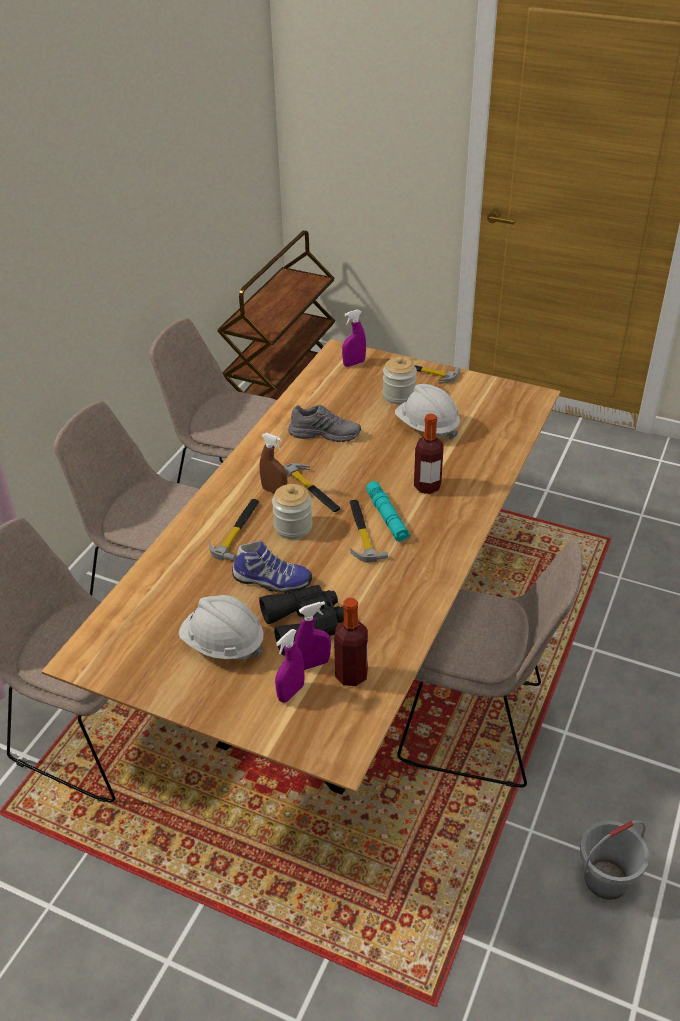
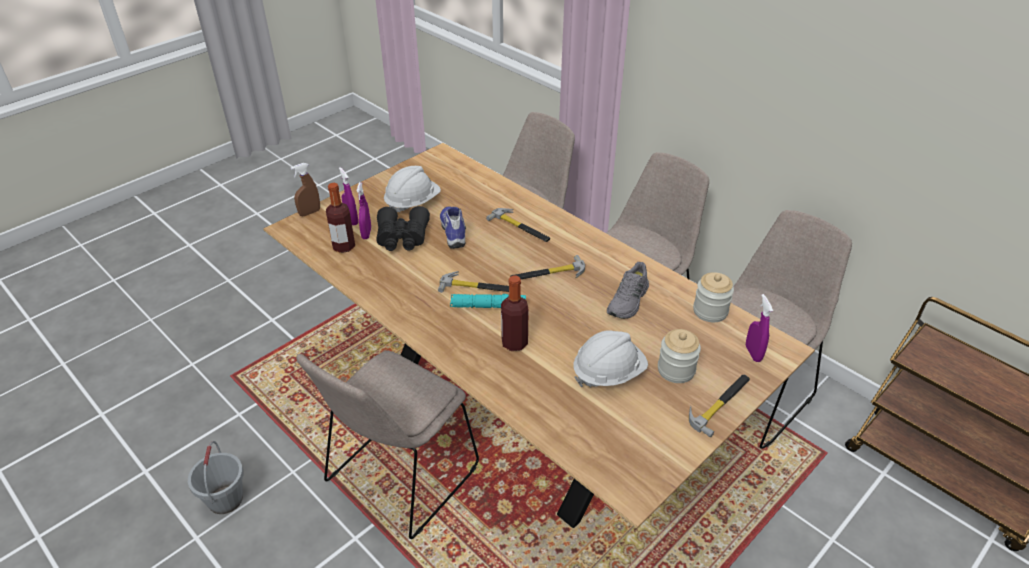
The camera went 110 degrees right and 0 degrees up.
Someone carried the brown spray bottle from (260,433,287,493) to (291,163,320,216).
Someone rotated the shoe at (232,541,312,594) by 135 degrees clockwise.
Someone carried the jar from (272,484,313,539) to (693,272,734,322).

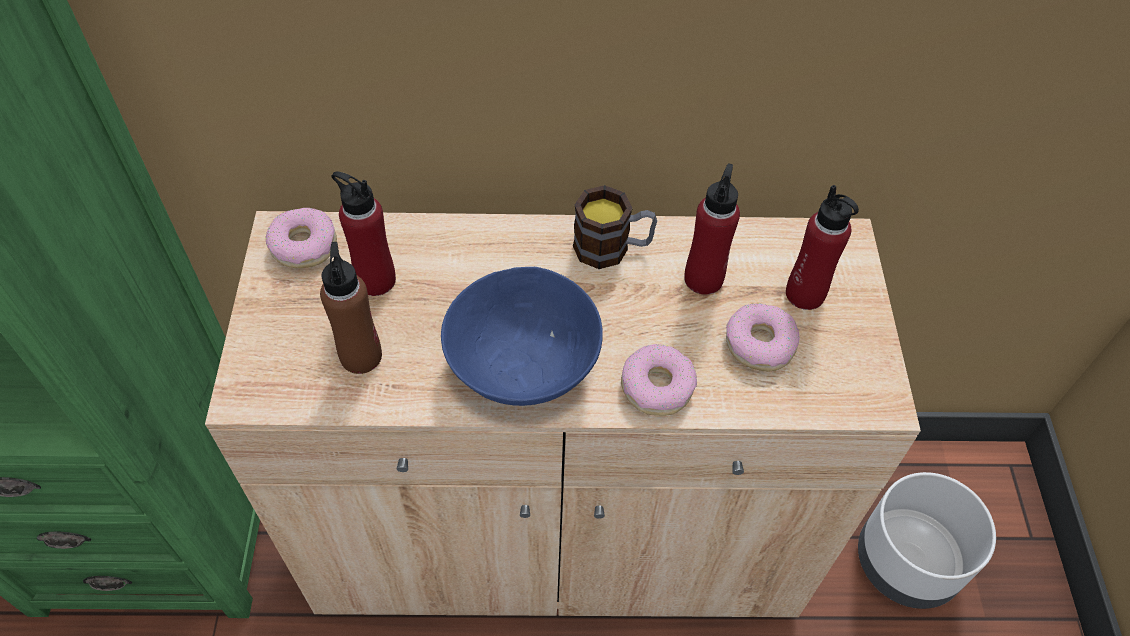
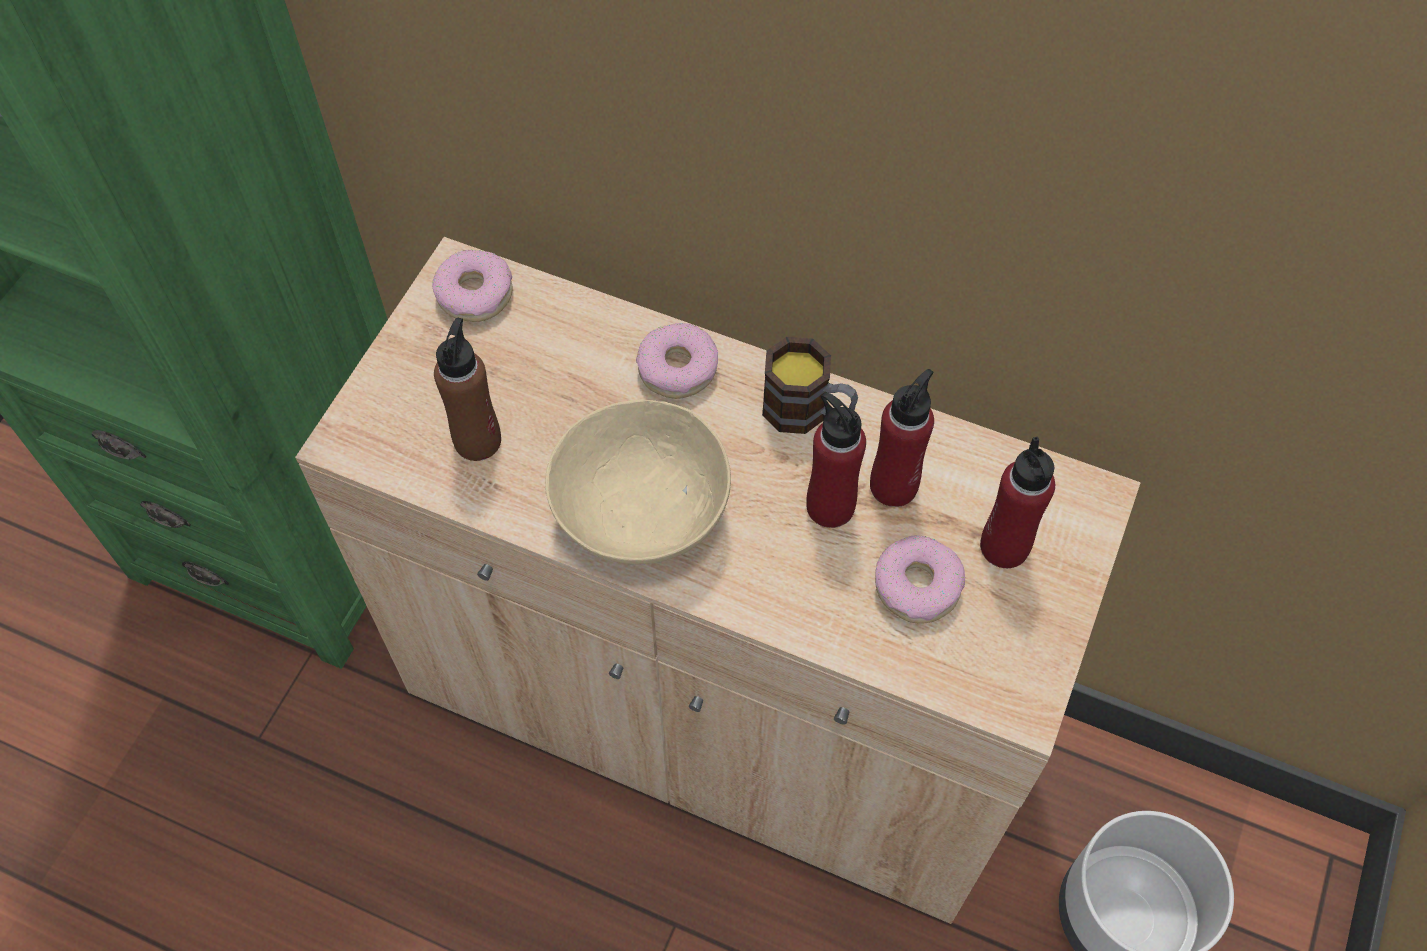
The camera went 25 degrees right and 5 degrees up.
Someone repainted the blue bowl at (441,267,603,406), which became the beige bowl at (545,399,731,564).
Someone carried the donut from (621,344,697,416) to (636,323,718,399).
Someone carried the red bottle from (331,172,396,296) to (806,392,866,528).

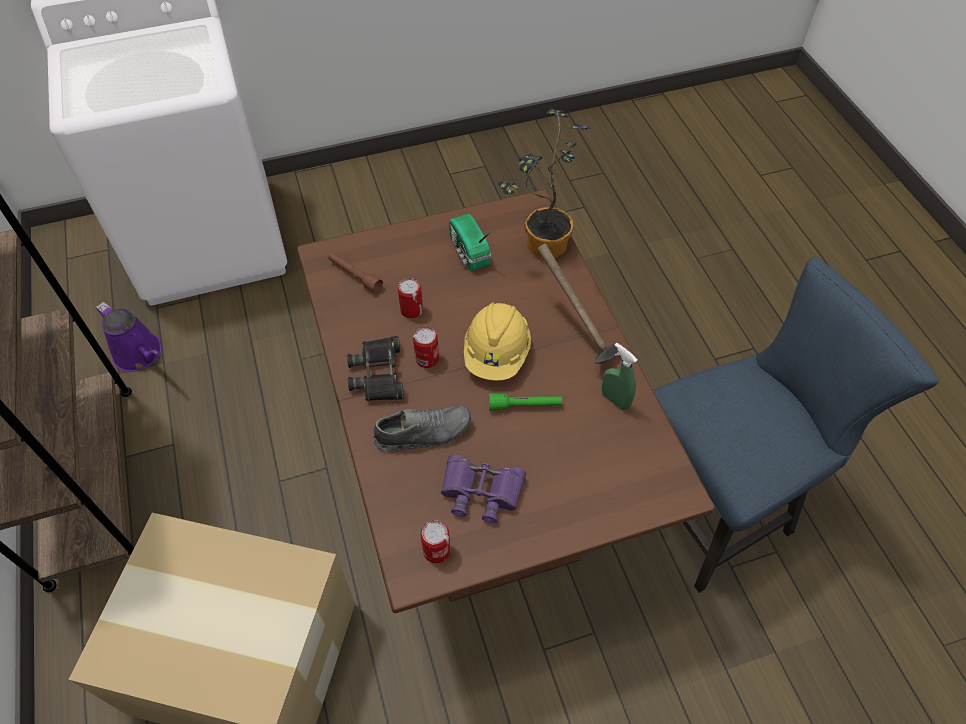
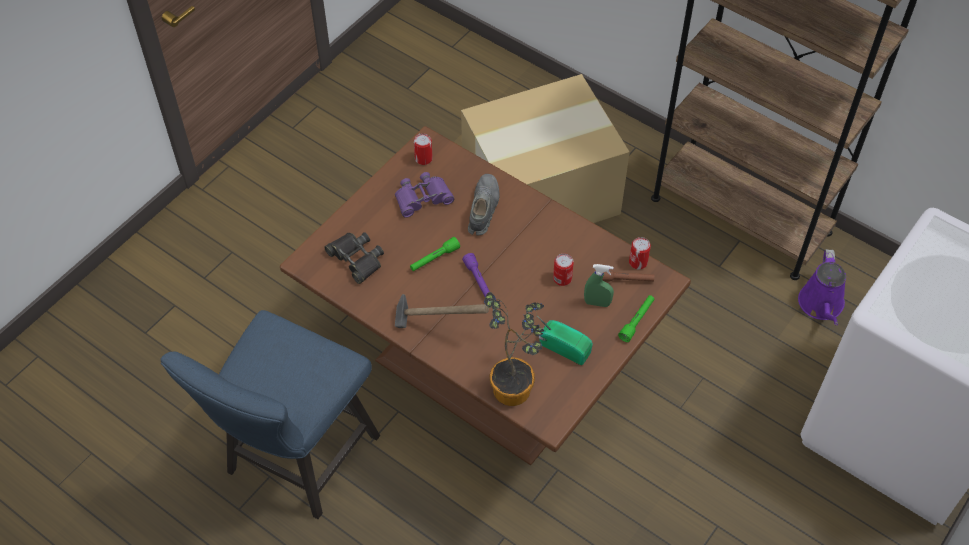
The camera went 145 degrees right and 0 degrees up.
Someone carried the black binoculars from (347,336,404,401) to (324,232,384,284).
Someone swapped the yellow hard hat at (464,302,531,381) for the purple flashlight at (462,253,490,296).
Someone rotated the grey shoe at (374,406,471,452) by 150 degrees clockwise.
Someone carried the green spray bottle from (602,343,637,410) to (584,264,614,307).
Someone put down the green flashlight at (618,295,655,342).
Someone carried the can from (413,327,439,368) to (629,237,651,269).
Someone rotated the purple watering can at (96,302,161,372) by 90 degrees counterclockwise.

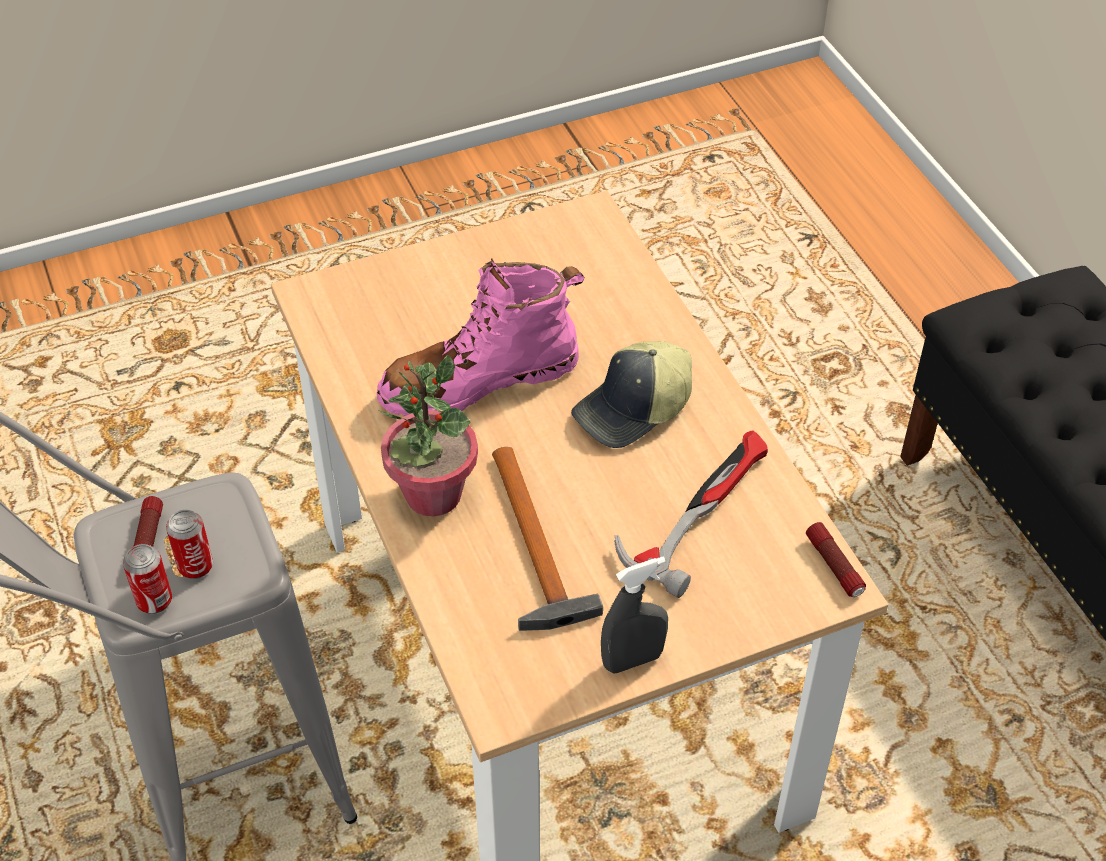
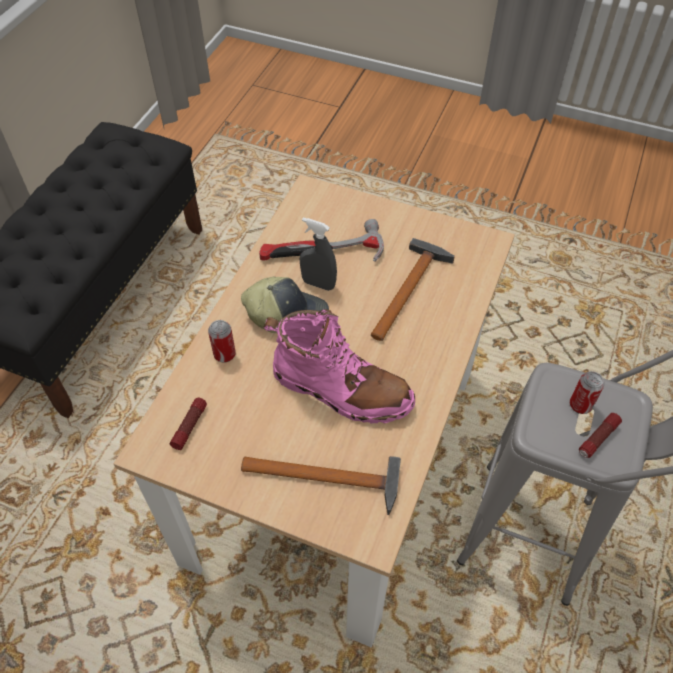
The camera went 135 degrees left and 5 degrees up.
Someone carried the flashlight from (806,522,866,597) to (170,398,207,450).
Someone carried the can from (123,544,172,614) to (208,320,236,363).
Someone put down the hammer at (241,456,401,515).
Someone carried the grey spray bottle from (601,557,668,673) to (300,217,337,291).
Someone took away the potted plant at (378,355,478,516).

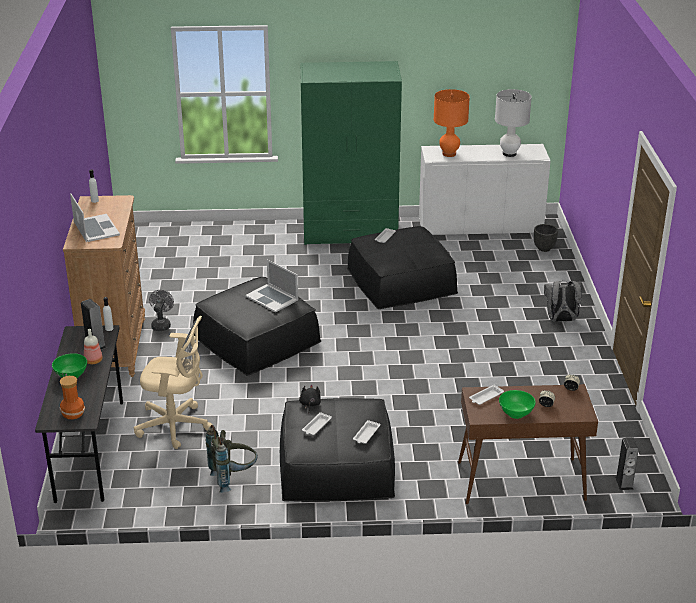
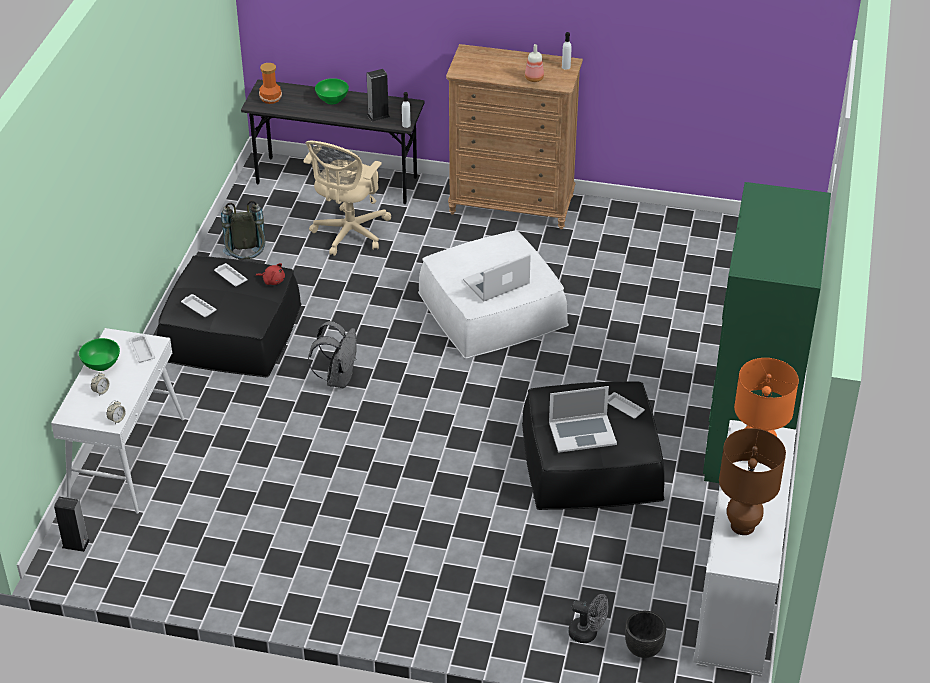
The camera went 105 degrees right and 10 degrees up.
Someone repainted the brown console table at (458,384,598,505), which became the white console table at (51,328,185,514).
Someone repainted the black plush toy at (299,384,321,414), which became the red plush toy at (256,263,285,285).
Someone carried the grey backpack from (544,280,582,322) to (308,321,357,388).
Someone repainted the black ottoman at (193,277,321,376), which became the white ottoman at (418,231,569,359).
Someone carried the bottle from (84,329,102,364) to (525,44,544,82).
Someone carried the laptop from (70,193,120,242) to (549,386,617,453).
Someone carried the grey fan from (149,290,174,331) to (568,594,609,643).
Someone repainted the white table lamp at (495,89,532,157), which became the brown table lamp at (719,428,786,535).

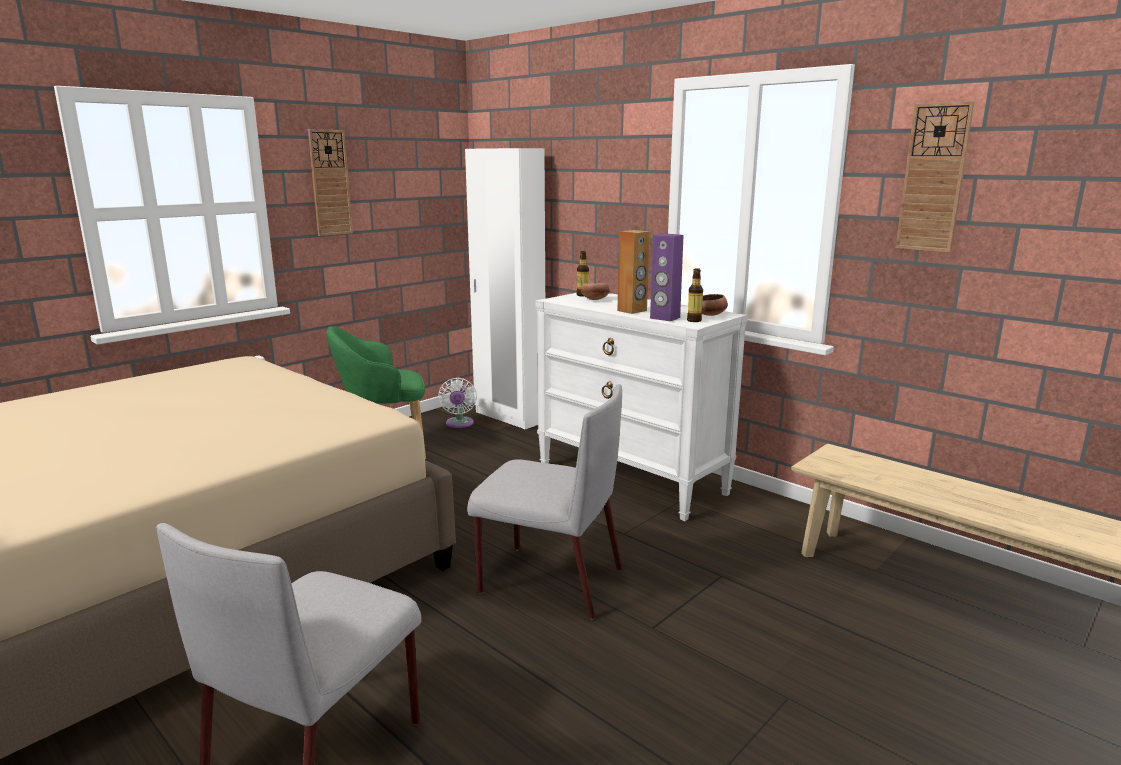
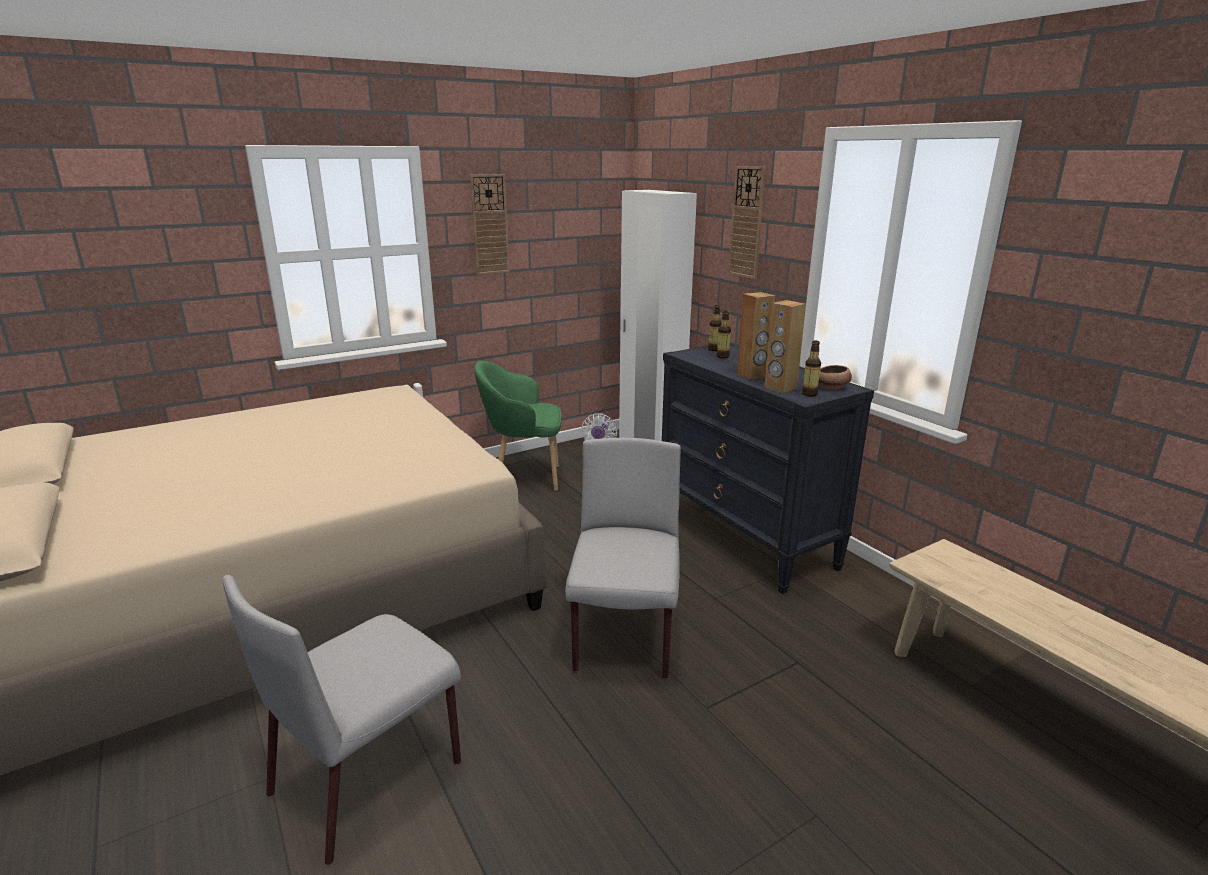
The camera went 15 degrees right and 5 degrees up.
Someone rotated the grey chair at (467,384,622,619) by 120 degrees counterclockwise.
Someone repainted the white dresser at (535,293,748,521), which became the black dresser at (662,344,874,594).
Someone swapped the bowl at (581,283,610,300) for the bottle at (716,311,731,358).
Someone carried the wall clock from (895,101,975,252) to (728,166,766,279).
Someone repainted the purple speaker at (650,233,684,321), which became the brown speaker at (765,300,806,393).

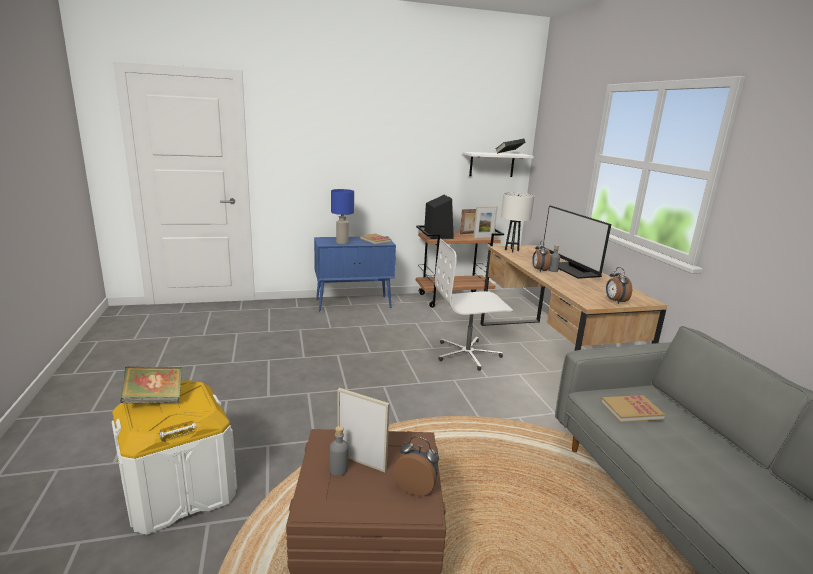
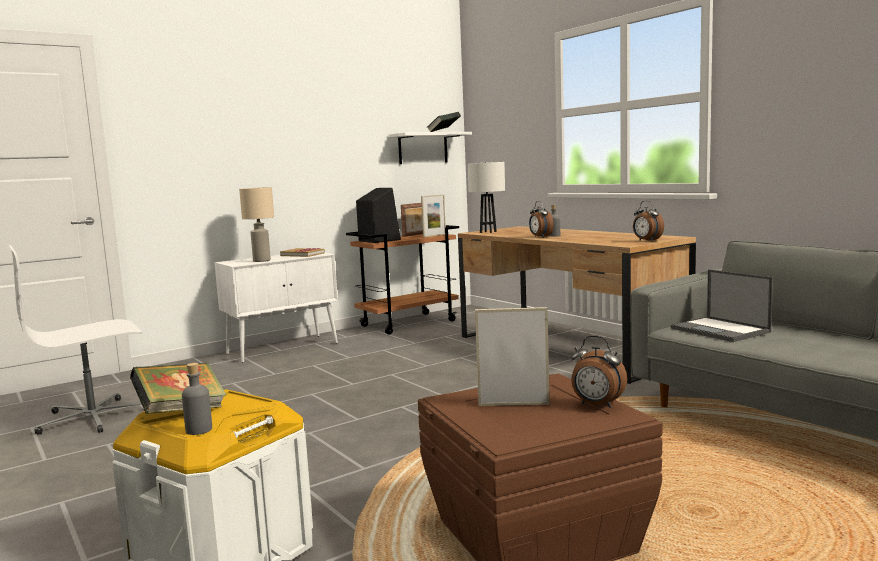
The camera went 20 degrees left and 10 degrees down.
Someone carried the white office chair from (435,238,513,371) to (9,245,144,435).
Someone carried the grey bottle from (330,426,349,476) to (182,363,212,435).
Someone repainted the blue cabinet at (314,236,396,311), which became the white cabinet at (214,253,338,363).
Someone repainted the blue table lamp at (331,189,354,244), which became the beige table lamp at (239,187,274,262).
Someone rotated the alarm clock at (393,436,439,496) by 150 degrees counterclockwise.
Someone swapped the book at (601,395,665,423) for the laptop at (671,269,773,342).
Someone took away the monitor at (543,205,611,279).

